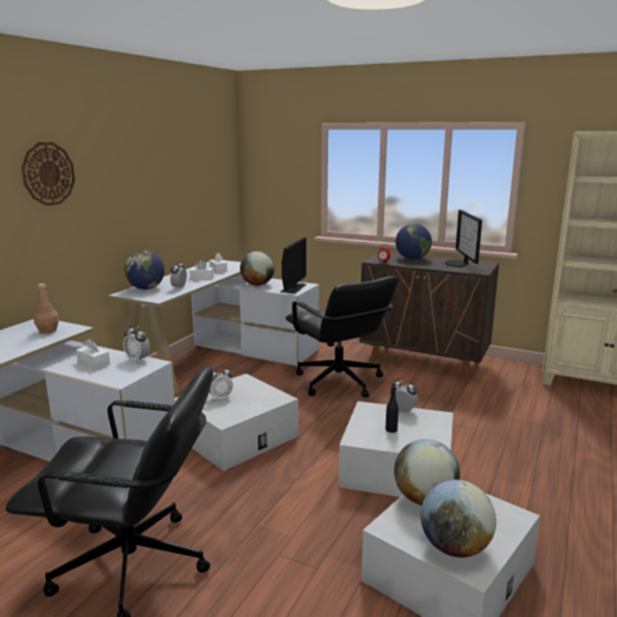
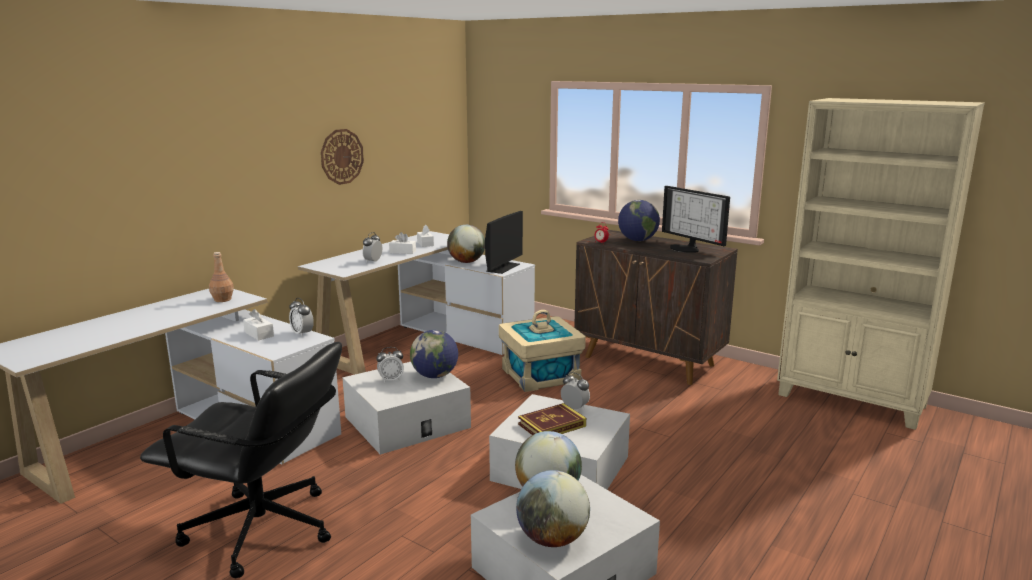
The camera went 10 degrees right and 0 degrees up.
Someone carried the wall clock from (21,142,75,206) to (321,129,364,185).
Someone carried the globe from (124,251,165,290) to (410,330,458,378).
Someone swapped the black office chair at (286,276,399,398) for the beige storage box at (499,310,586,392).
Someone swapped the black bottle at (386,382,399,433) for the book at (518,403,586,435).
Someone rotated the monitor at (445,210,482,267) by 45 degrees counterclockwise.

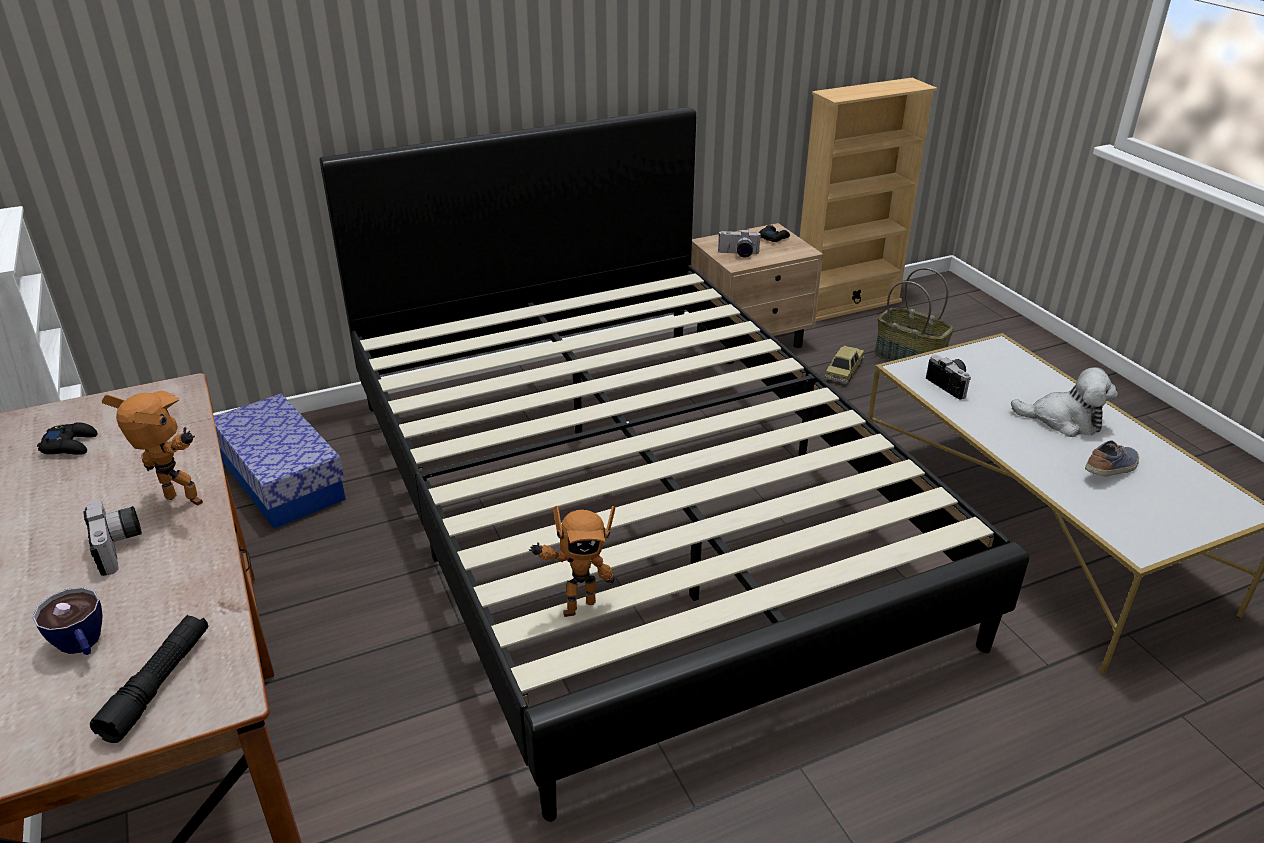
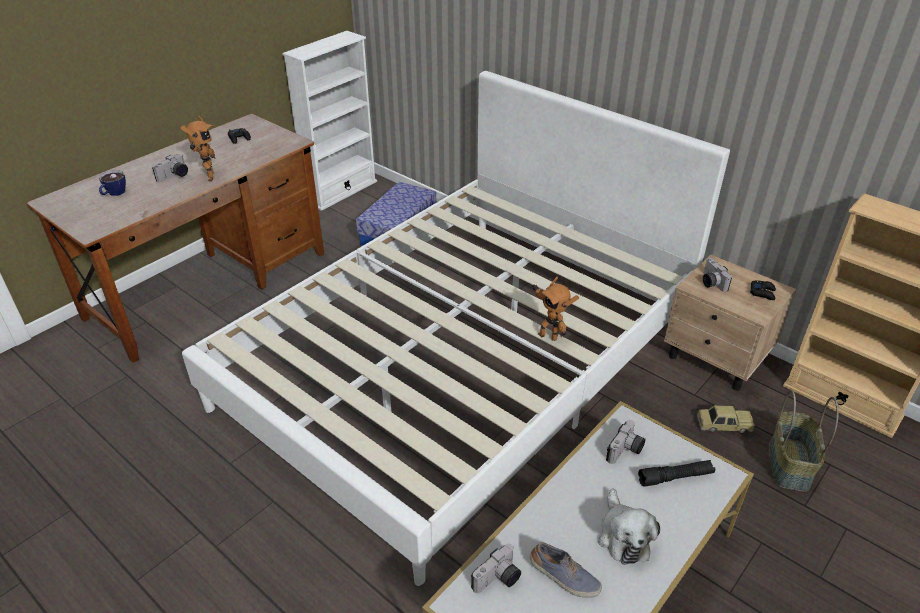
The camera went 65 degrees right and 5 degrees up.
Someone repainted the black bed at (319,107,1029,822), which became the white bed at (182,71,730,586).
Someone put down the photo camera at (471,544,521,593).
Someone carried the toy robot from (529,506,615,617) to (532,276,579,341).
Someone carried the black flashlight from (90,615,208,743) to (638,460,715,487).

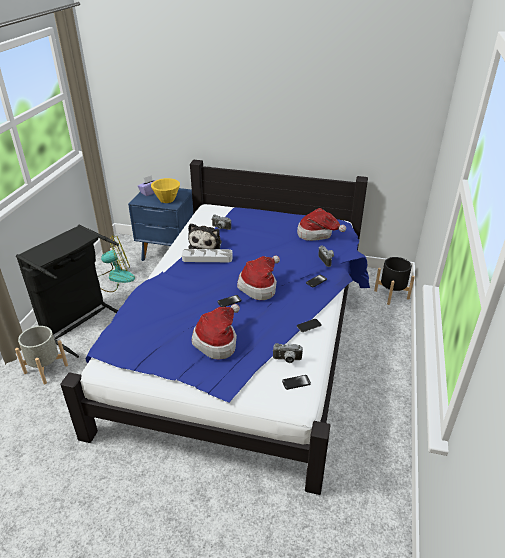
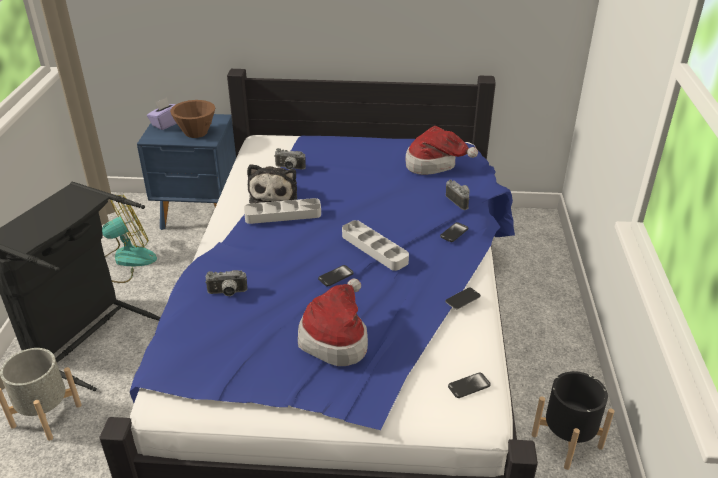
The camera went 10 degrees left and 0 degrees up.
Someone repainted the yellow bowl at (151,178,180,203), which became the brown bowl at (170,100,215,138).
Someone carried the photo camera from (273,343,303,363) to (205,270,247,296).
Someone swapped the hat at (237,255,280,300) for the grey tray at (342,220,409,271).
Someone carried the black planter from (374,257,415,305) to (532,371,614,470).

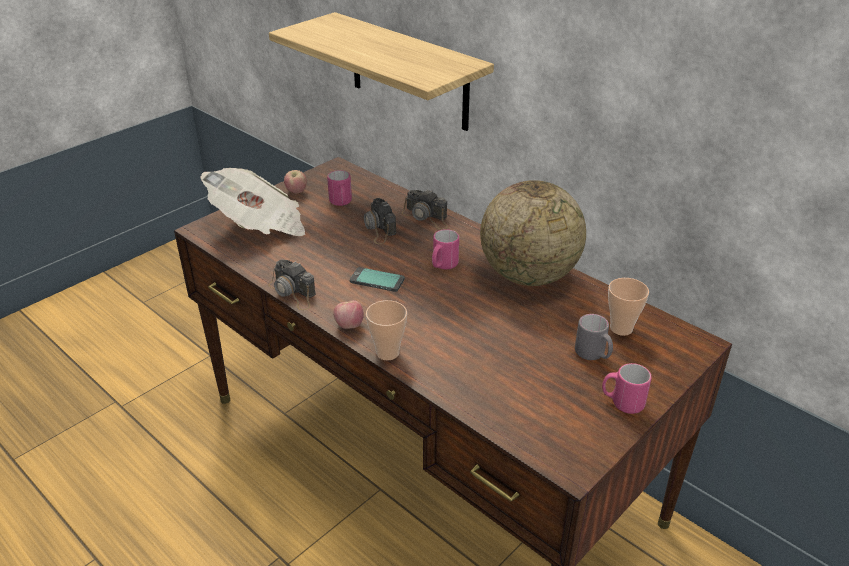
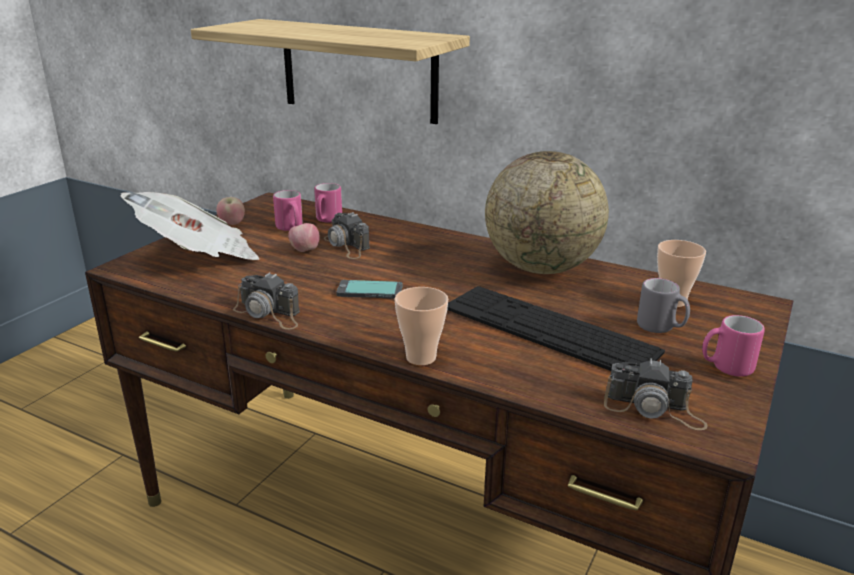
The camera went 15 degrees left and 10 degrees down.
Someone carried the apple from (334,300,364,329) to (288,223,320,252).
Someone carried the pink mug from (432,229,459,269) to (314,183,342,223).
Someone put down the keyboard at (447,286,665,371).
Someone carried the photo camera from (402,189,448,229) to (604,359,708,430).

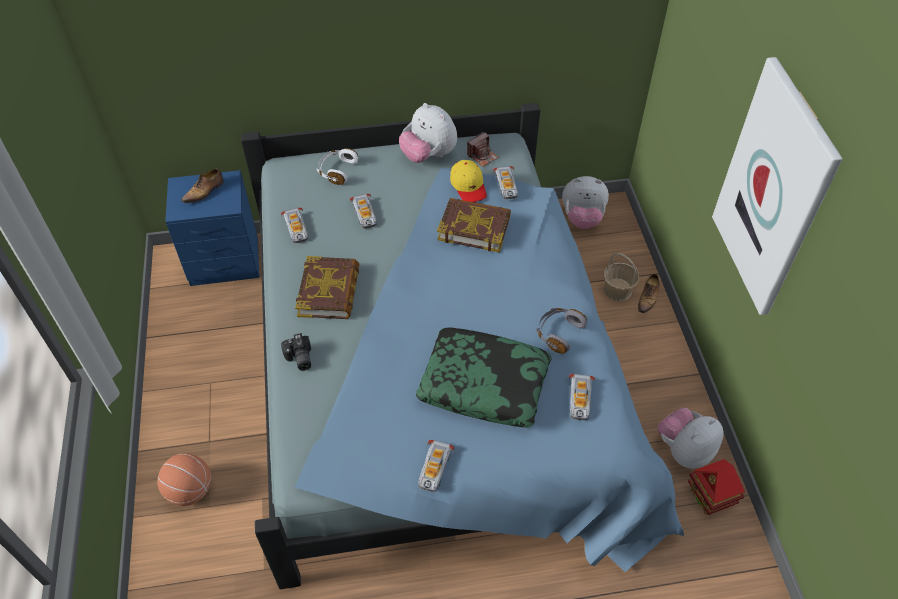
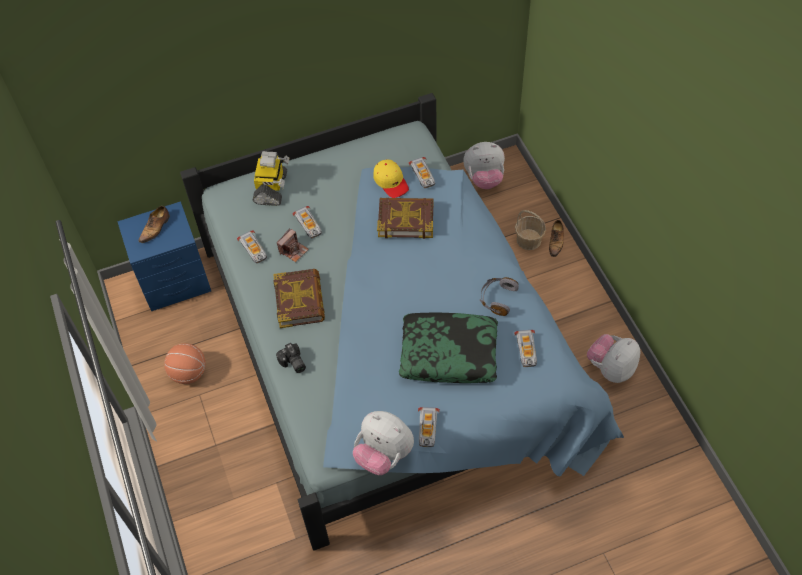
The camera went 10 degrees left and 5 degrees up.
Someone carried the basketball from (157,453,211,506) to (164,343,206,384).
Someone swapped the white headphones at (317,148,358,185) for the toy robot at (253,151,289,206).
Someone carried the photo camera from (467,132,499,167) to (277,228,309,262).
Someone carried the plush toy from (399,103,457,163) to (353,411,414,475).
Someone took away the toy house at (688,459,745,515).
Someone took away the picture at (712,57,843,315).

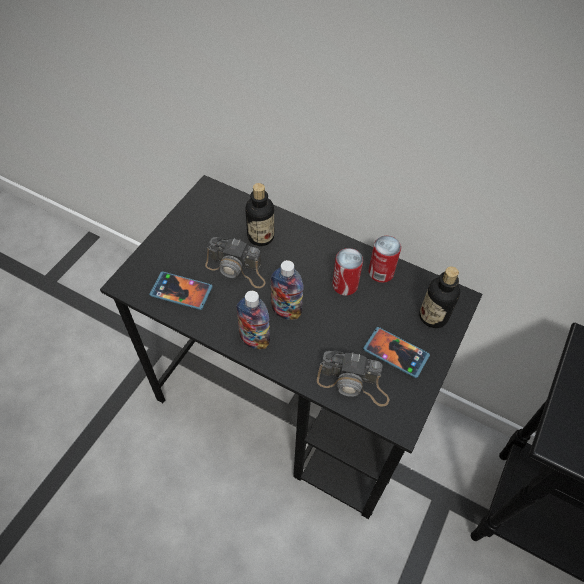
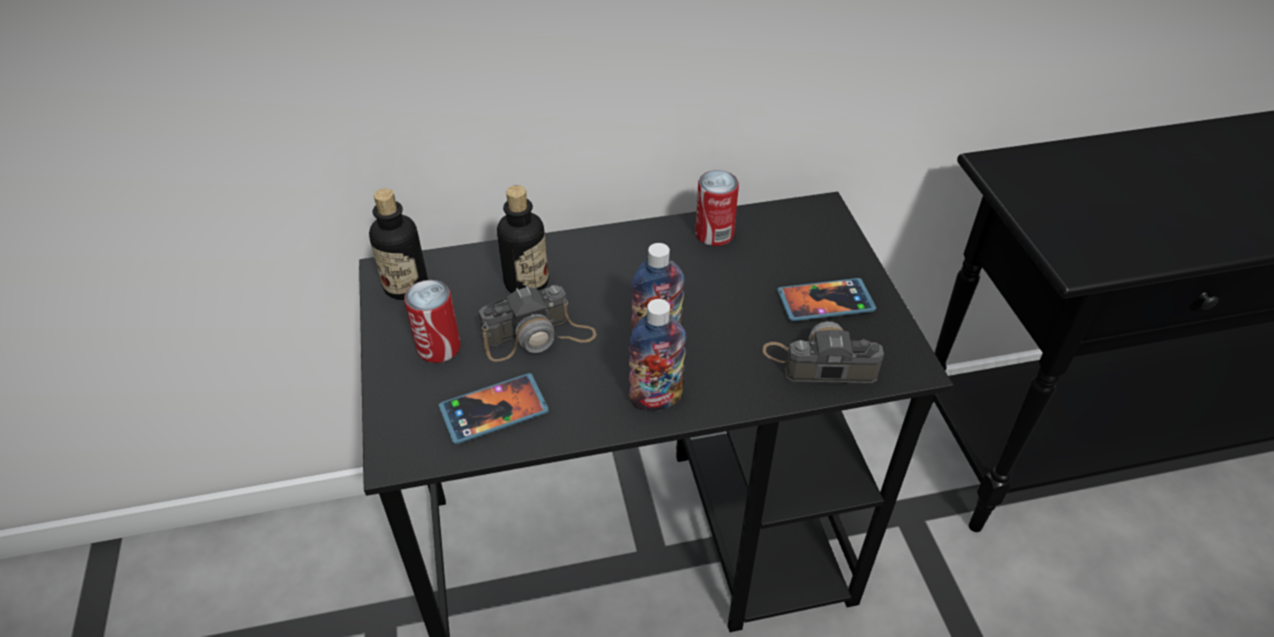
The camera went 40 degrees left and 10 degrees down.
Someone carried the bottle from (419,267,460,328) to (369,188,428,300).
Someone carried the can from (332,248,363,296) to (404,280,461,363).
Someone rotated the photo camera at (317,351,389,407) by 150 degrees counterclockwise.

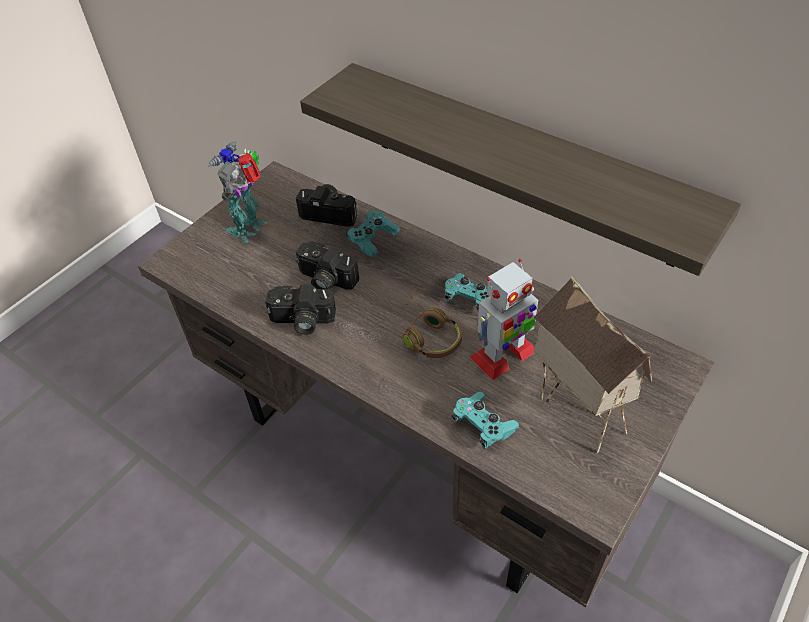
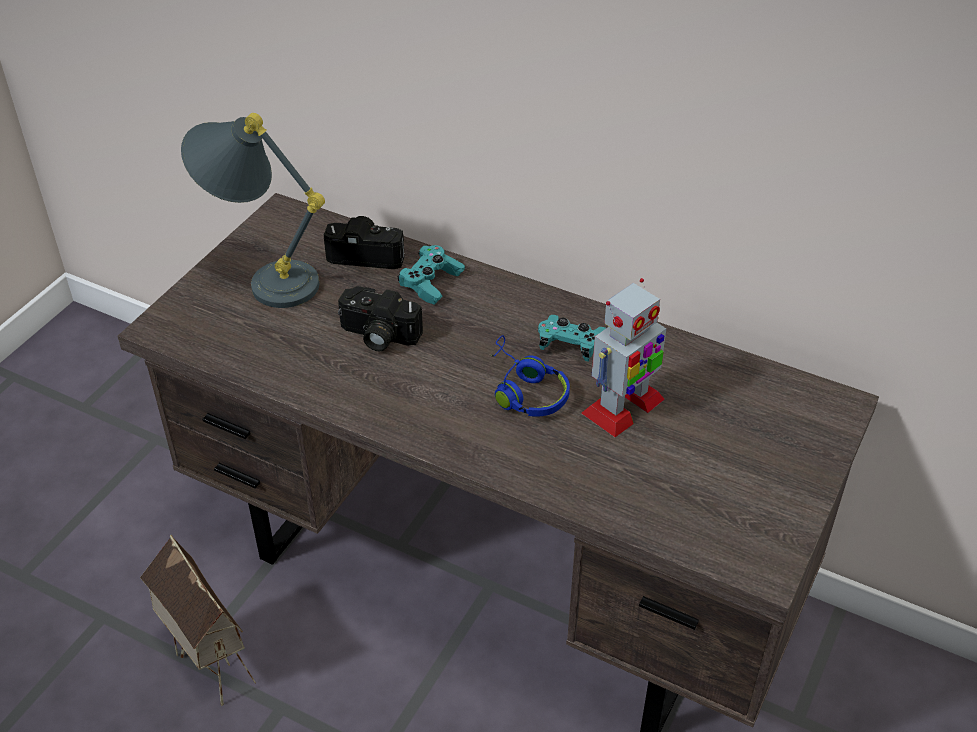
The camera went 10 degrees left and 5 degrees down.
Someone carried the toy house from (533,275,652,453) to (140,535,256,706).
Someone swapped the toy robot at (208,141,267,243) for the grey table lamp at (181,113,325,308).
Someone repainted the brown headphones at (403,289,462,358), which became the blue headphones at (491,335,570,417).
Someone took away the photo camera at (265,284,336,335).
Someone took away the shelf at (300,63,741,276).
Someone took away the turquoise game controller at (451,392,519,449).

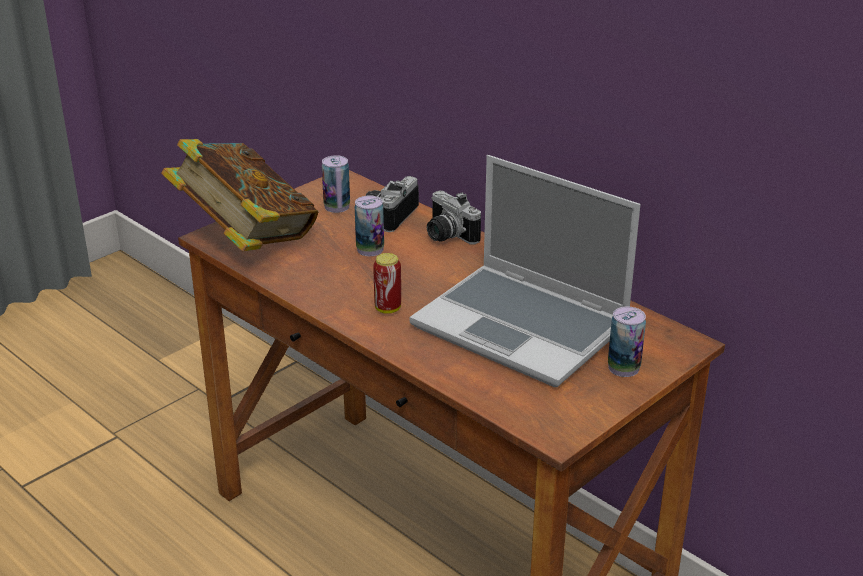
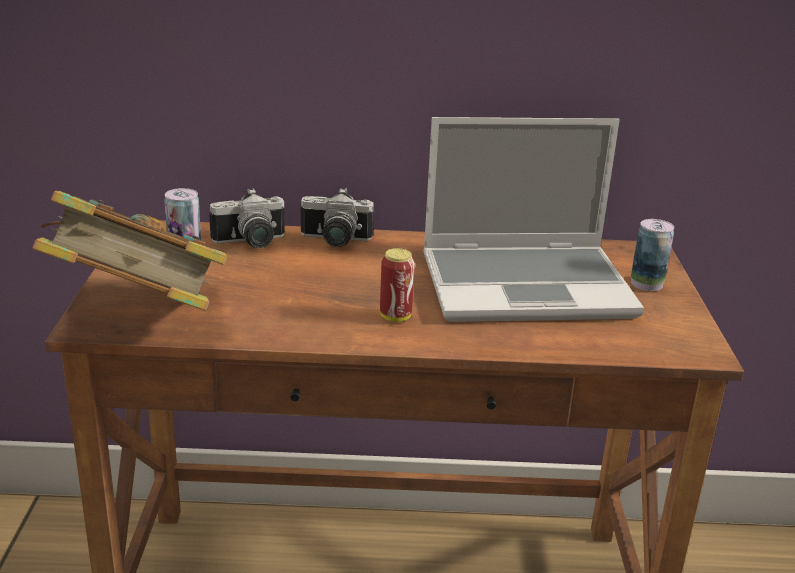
The camera went 45 degrees left and 5 degrees down.
Someone rotated the photo camera at (365,176,419,232) by 90 degrees counterclockwise.
Someone took away the can at (355,195,384,256).

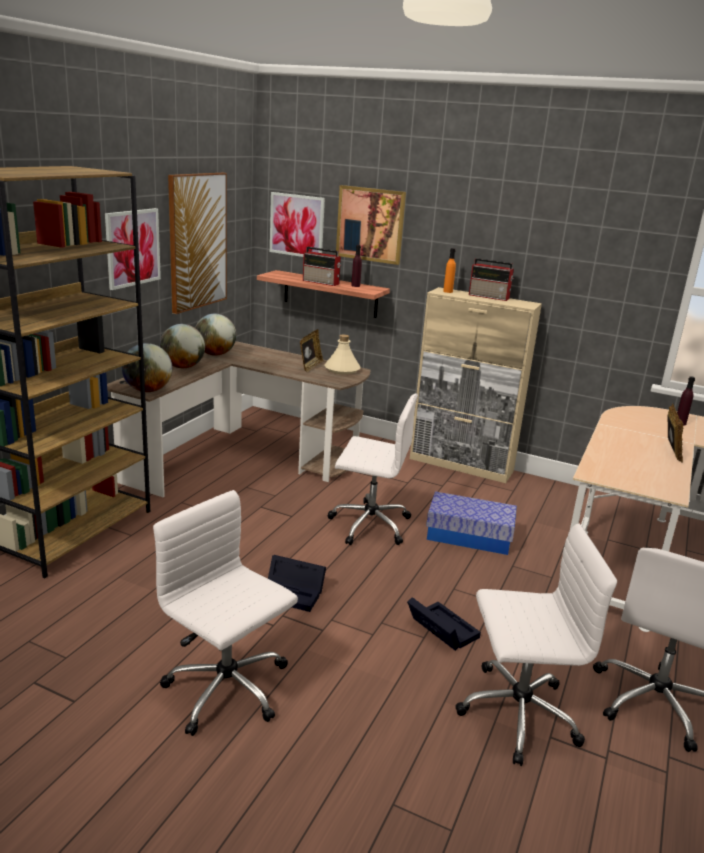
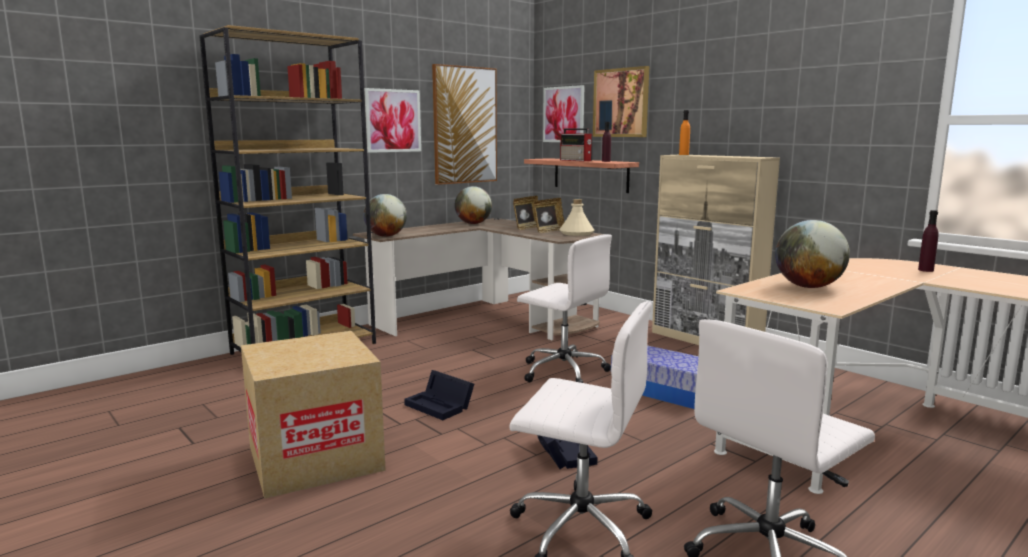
The camera went 25 degrees right and 10 degrees down.
Someone swapped the white office chair at (153,490,298,736) for the cardboard box at (241,331,386,499).
Someone carried the picture frame from (668,403,683,463) to (513,196,538,230).
Someone carried the globe from (160,324,205,368) to (775,220,850,288).
Someone took away the radio at (469,258,514,301).

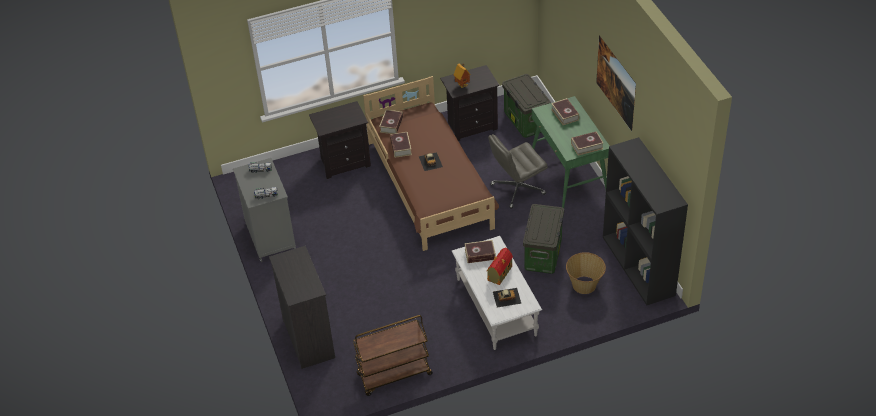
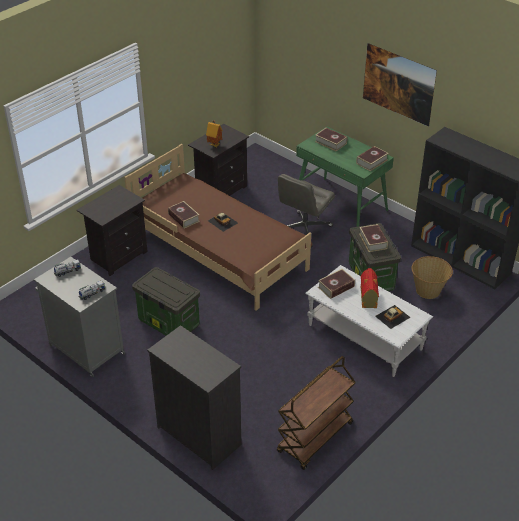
The camera went 30 degrees left and 5 degrees down.
Someone carried the storage box from (502,74,550,138) to (132,267,200,336).
Someone carried the book from (379,110,403,134) to (359,224,388,252).

